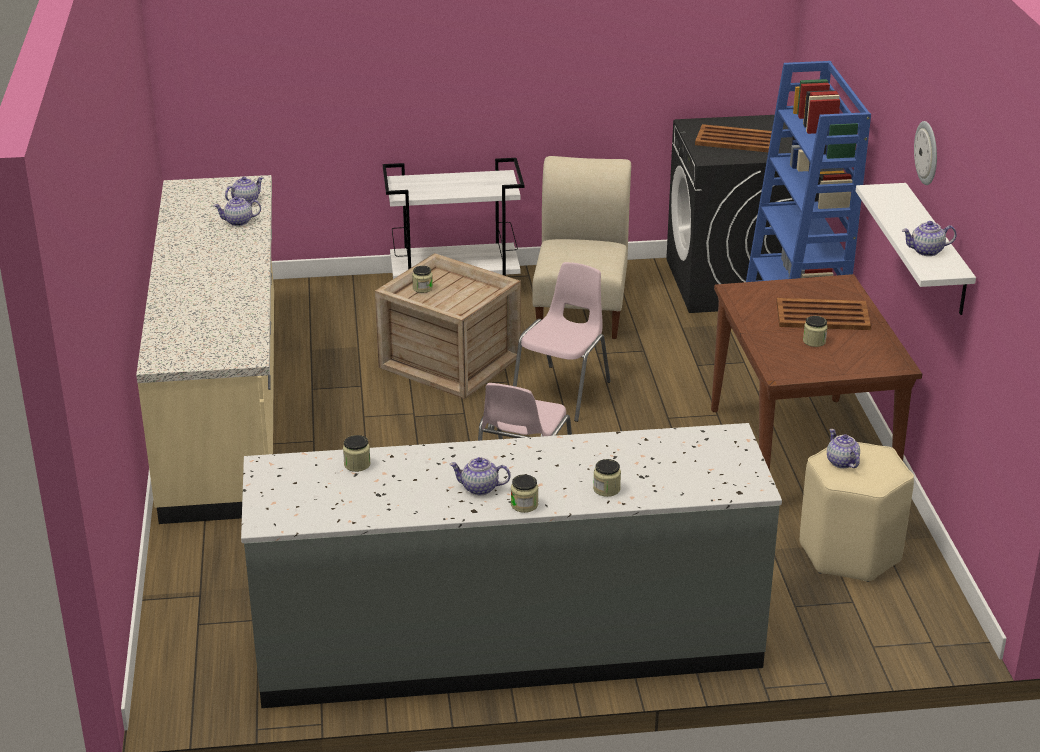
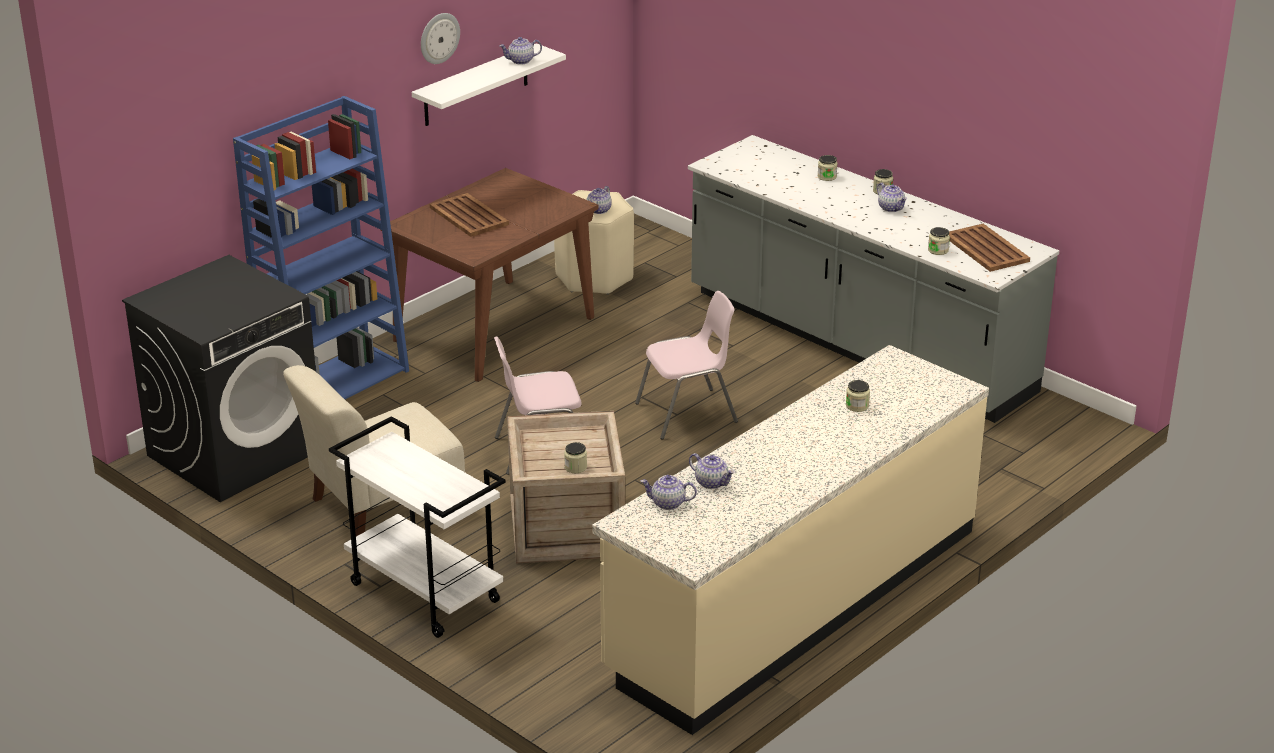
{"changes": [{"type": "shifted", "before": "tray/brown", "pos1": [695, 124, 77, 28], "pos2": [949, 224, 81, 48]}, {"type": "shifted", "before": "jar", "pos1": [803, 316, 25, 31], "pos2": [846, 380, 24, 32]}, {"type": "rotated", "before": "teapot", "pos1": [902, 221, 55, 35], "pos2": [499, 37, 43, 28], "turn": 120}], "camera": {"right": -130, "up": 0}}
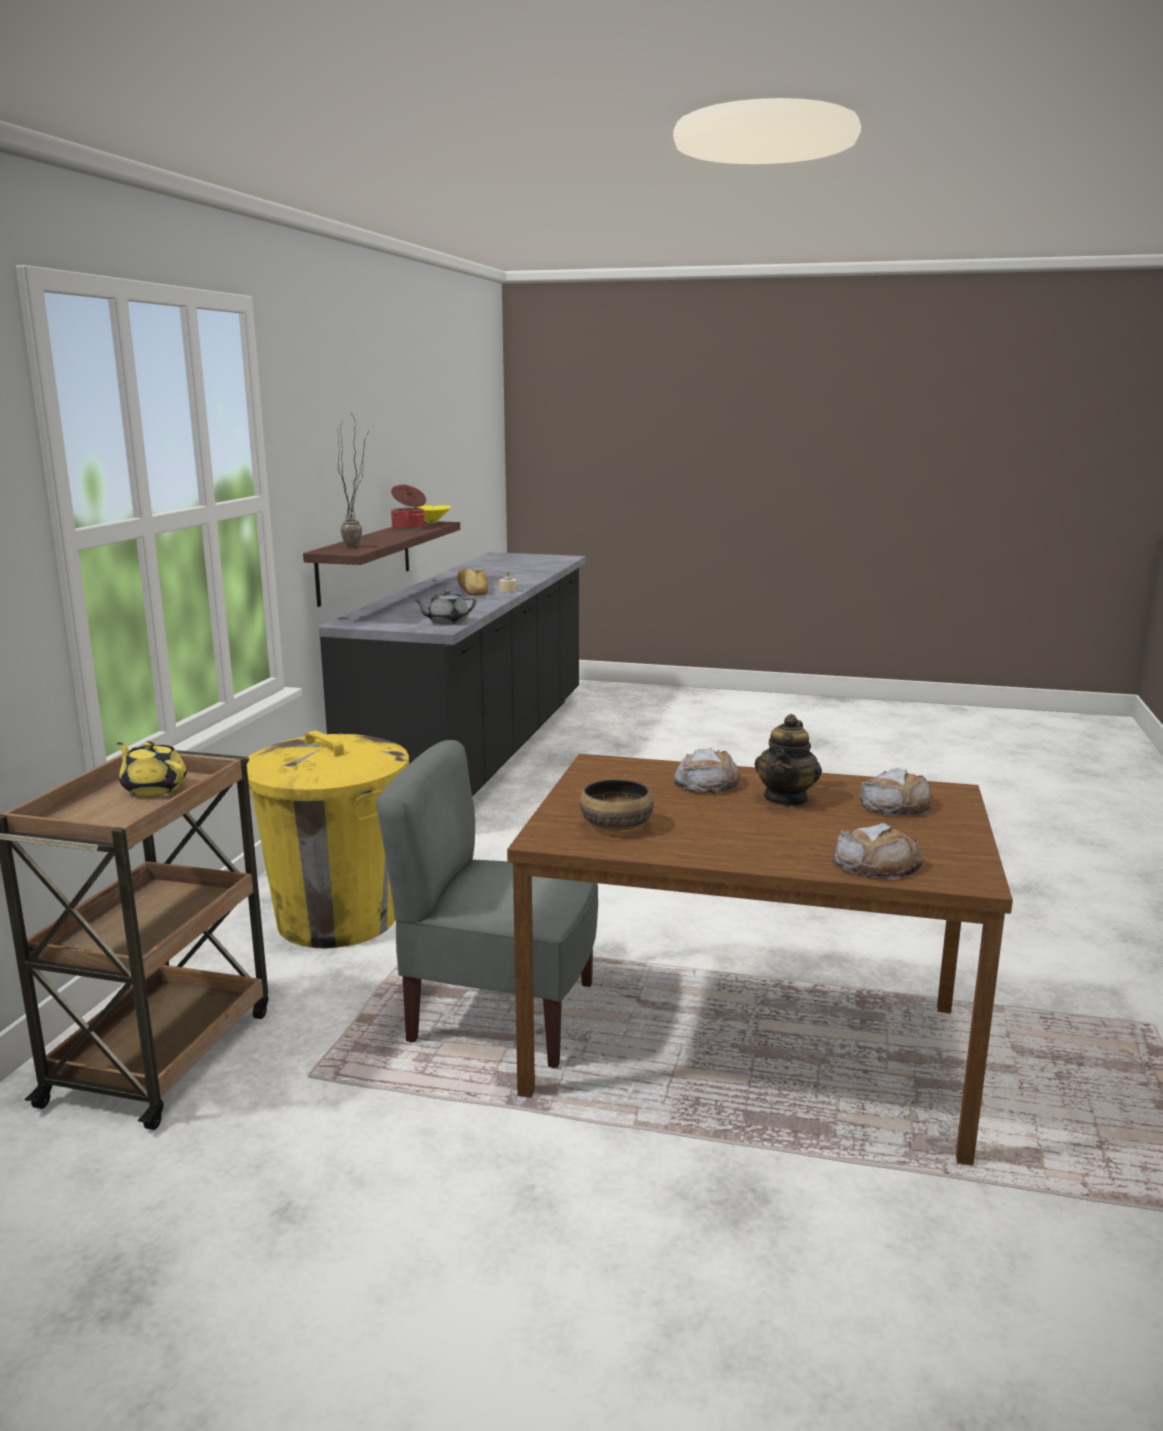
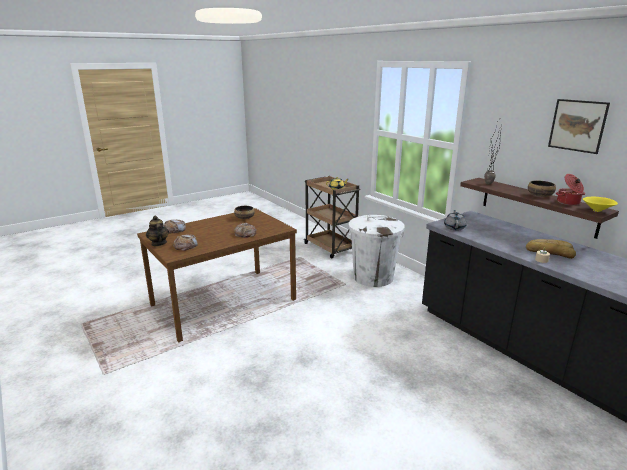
{"changes": [{"type": "gone", "before": "chair/grey", "pos1": [376, 740, 222, 328]}, {"type": "new", "after": "bowl", "pos2": [528, 180, 28, 17]}, {"type": "new", "after": "picture", "pos2": [548, 99, 62, 55]}, {"type": "shifted", "before": "teapot", "pos1": [755, 714, 67, 93], "pos2": [146, 216, 23, 30]}, {"type": "repainted", "before": "trash can/yellow", "after": "trash can/white", "pos1": [247, 731, 162, 217], "pos2": [348, 215, 57, 72]}], "camera": {"right": 130, "up": 5}}
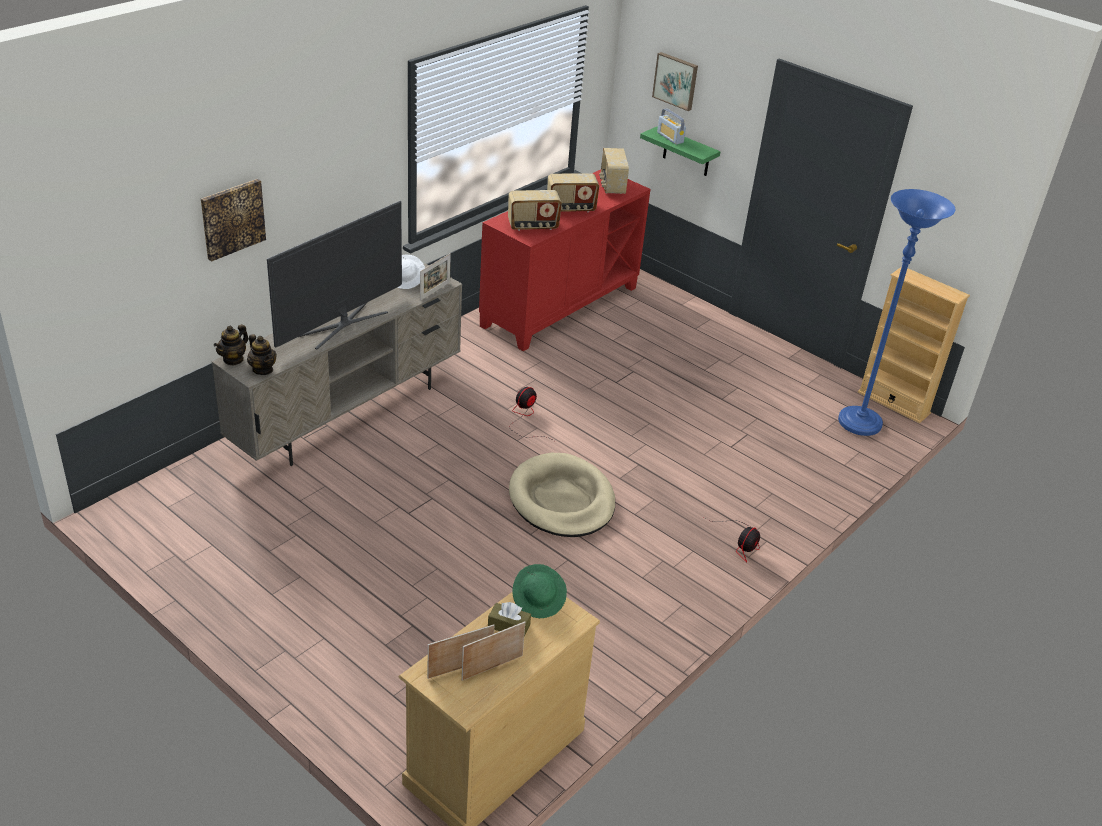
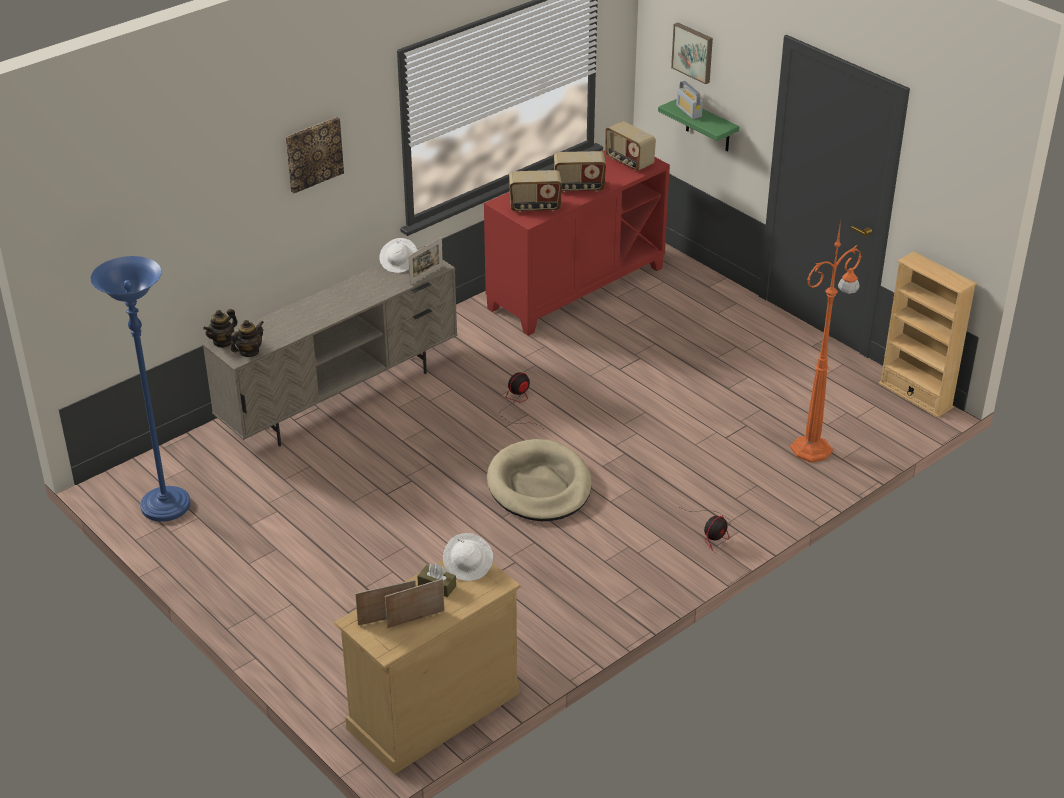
{"changes": [{"type": "gone", "before": "television", "pos1": [267, 201, 135, 148]}, {"type": "new", "after": "floor lamp/orange", "pos2": [790, 221, 71, 242]}, {"type": "shifted", "before": "picture", "pos1": [201, 179, 65, 82], "pos2": [285, 117, 59, 76]}, {"type": "shifted", "before": "floor lamp/blue", "pos1": [838, 189, 117, 247], "pos2": [90, 256, 101, 266]}, {"type": "repainted", "before": "hat/green", "after": "hat/white", "pos1": [512, 564, 55, 54], "pos2": [443, 533, 50, 48]}, {"type": "rotated", "before": "teapot", "pos1": [247, 334, 30, 41], "pos2": [231, 320, 33, 37], "turn": -105}, {"type": "rotated", "before": "radio", "pos1": [599, 148, 30, 46], "pos2": [605, 121, 51, 50], "turn": -45}], "camera": {"right": 10, "up": 0}}
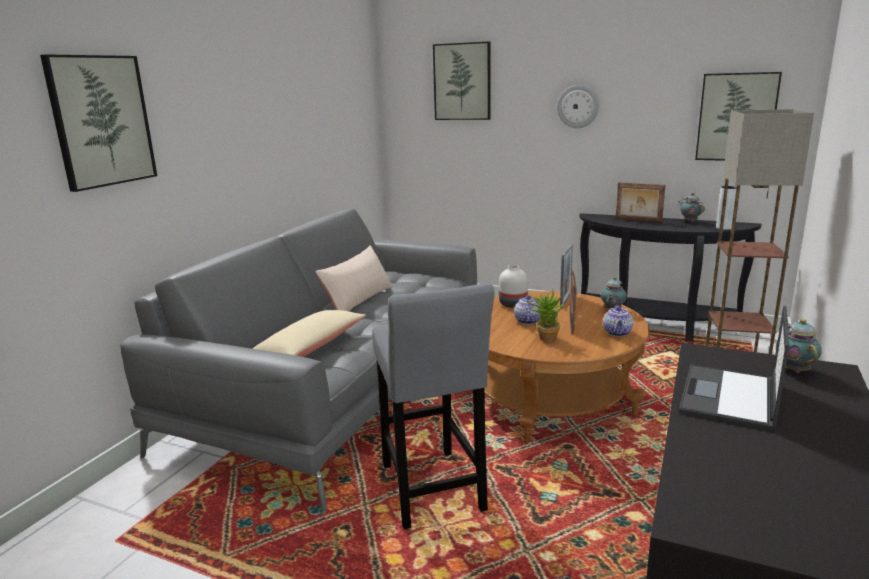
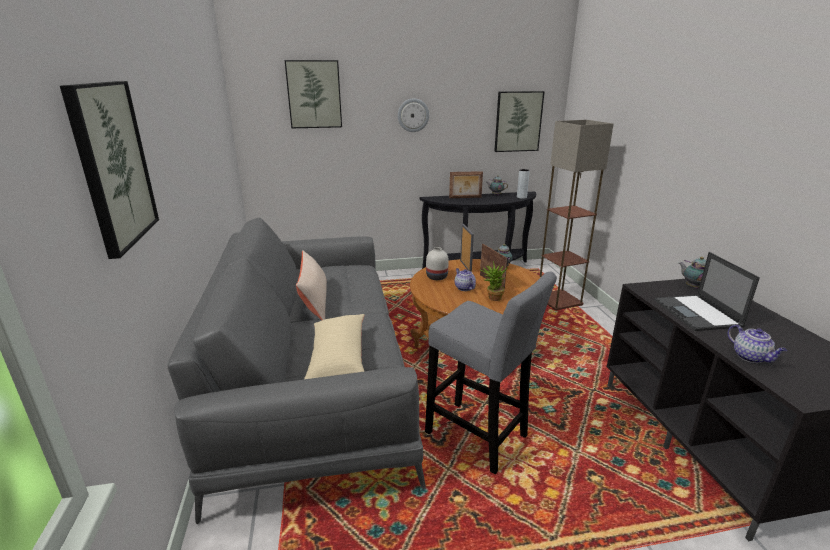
{"changes": [{"type": "shifted", "before": "teapot", "pos1": [603, 305, 30, 32], "pos2": [728, 324, 59, 39]}], "camera": {"right": -35, "up": 5}}
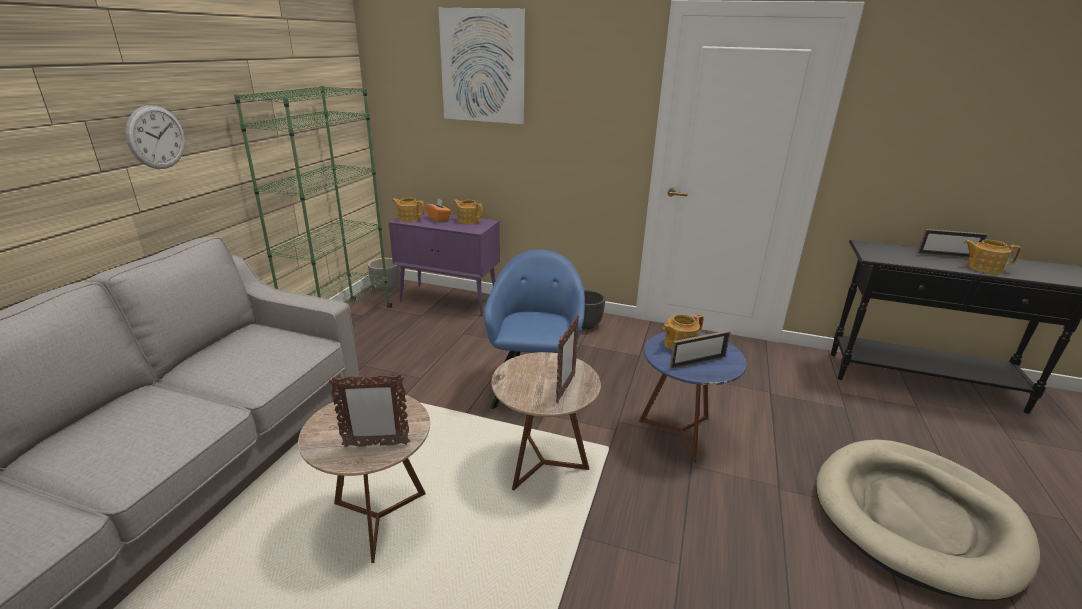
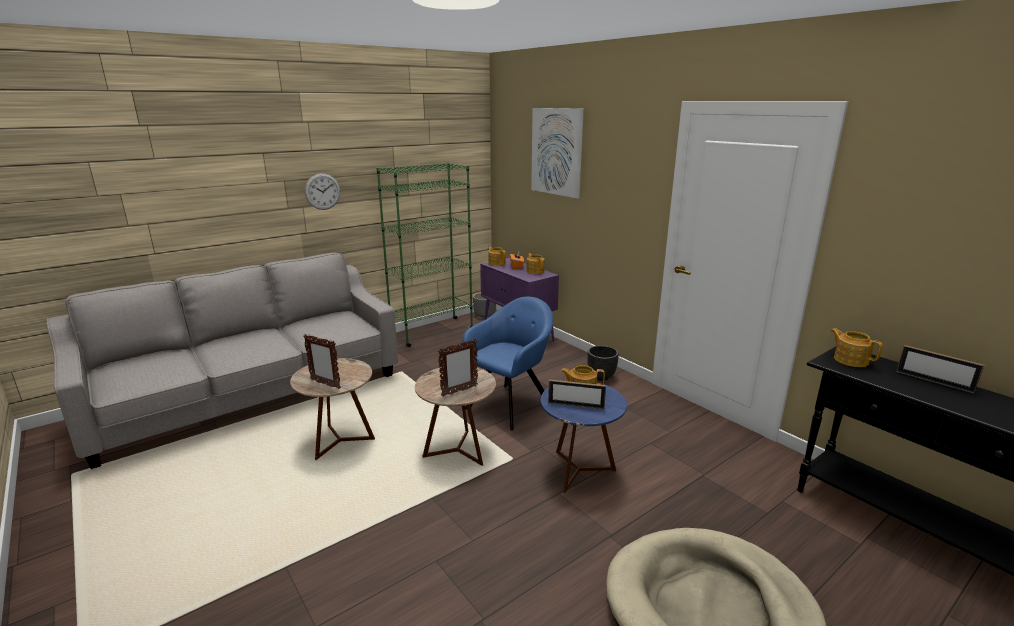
{"changes": [{"type": "shifted", "before": "teapot", "pos1": [964, 240, 57, 34], "pos2": [831, 328, 51, 39]}], "camera": {"right": 35, "up": -5}}
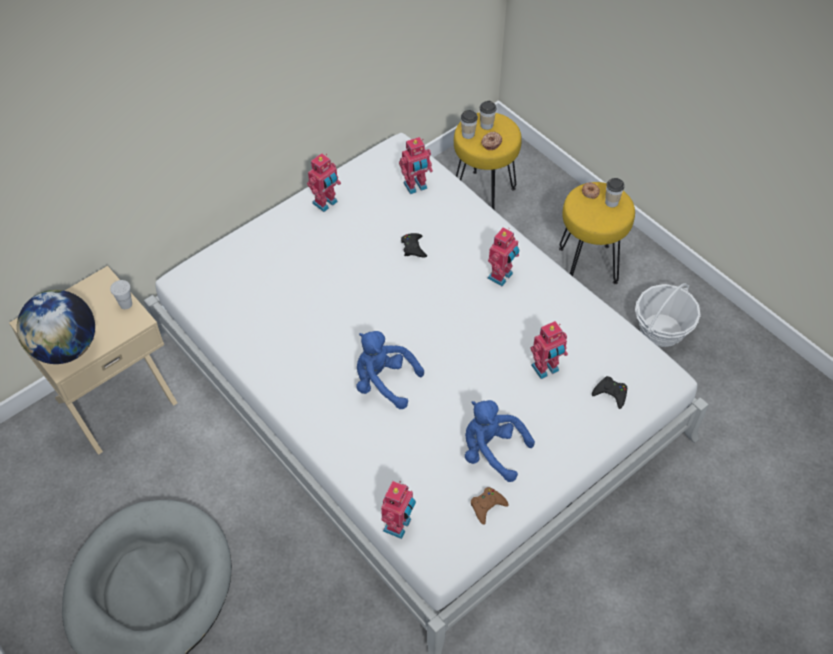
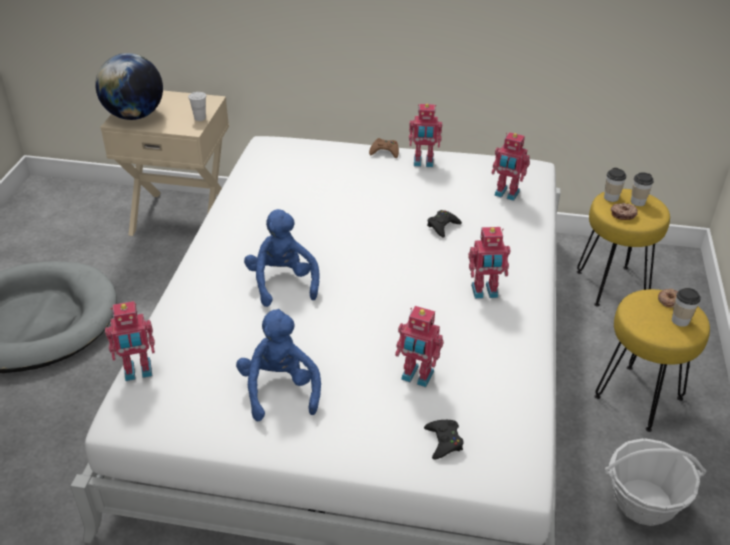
{"changes": [{"type": "shifted", "before": "game controller/brown", "pos1": [471, 487, 37, 38], "pos2": [369, 138, 30, 20]}], "camera": {"right": 50, "up": -15}}
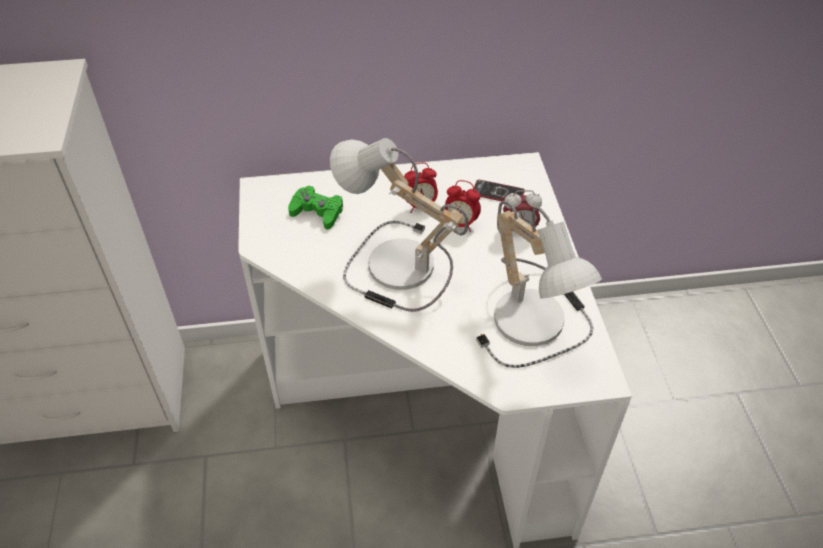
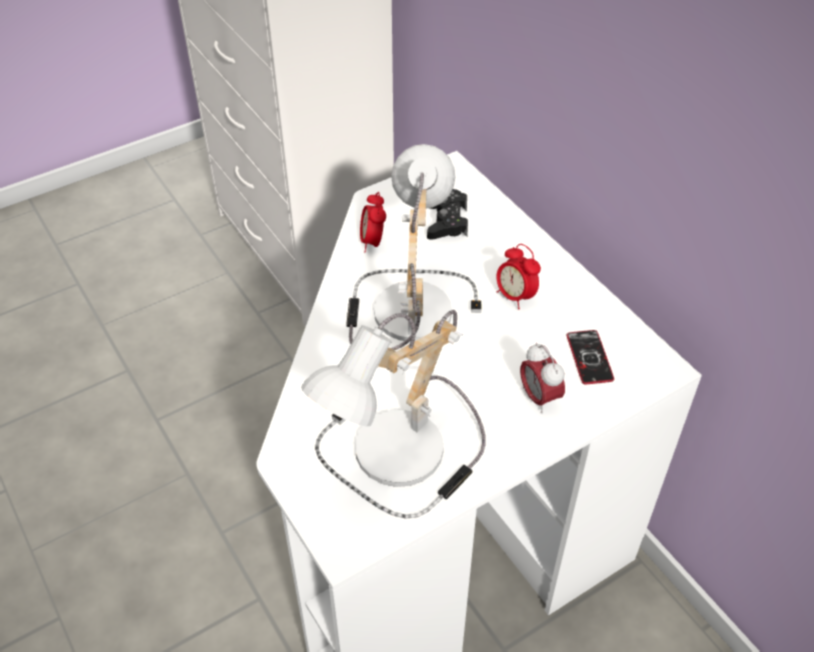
{"changes": [{"type": "shifted", "before": "alarm clock", "pos1": [445, 180, 36, 52], "pos2": [360, 192, 26, 61]}, {"type": "repainted", "before": "game controller/green", "after": "game controller/black", "pos1": [288, 186, 55, 44], "pos2": [427, 189, 41, 51]}], "camera": {"right": 65, "up": 0}}
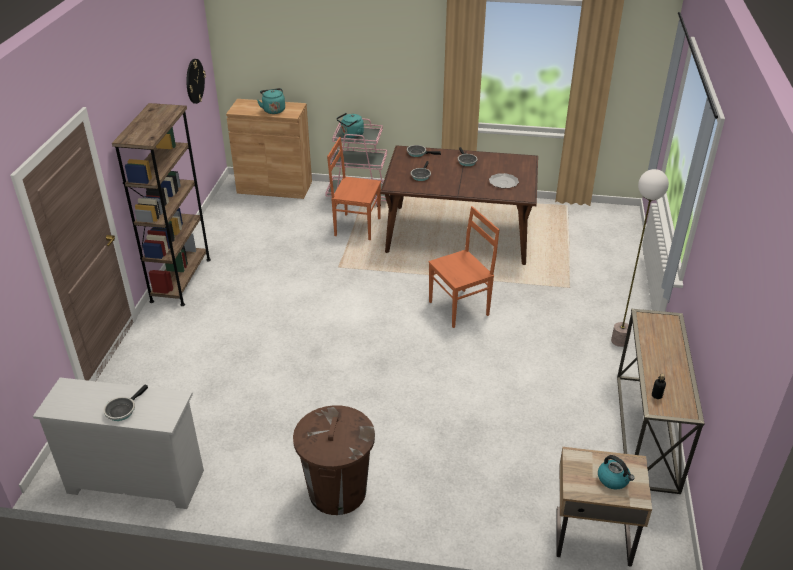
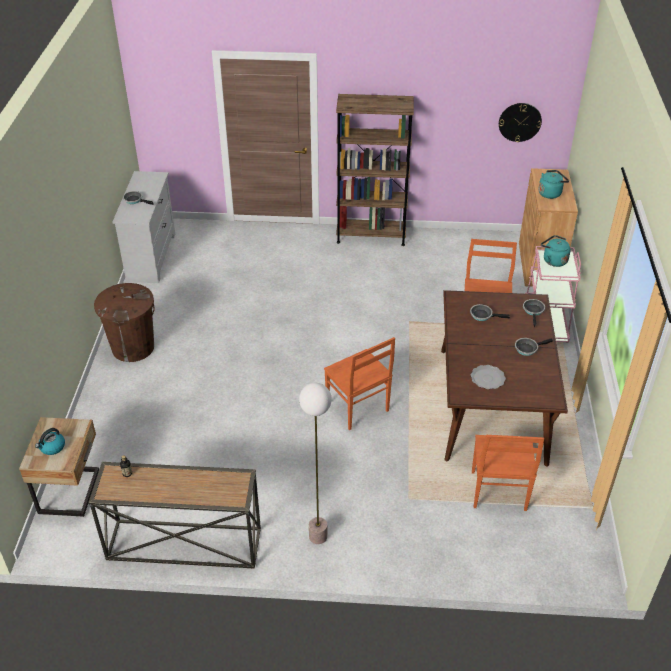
{"changes": [{"type": "new", "after": "chair/orange", "pos2": [472, 435, 72, 76]}], "camera": {"right": 85, "up": 5}}
